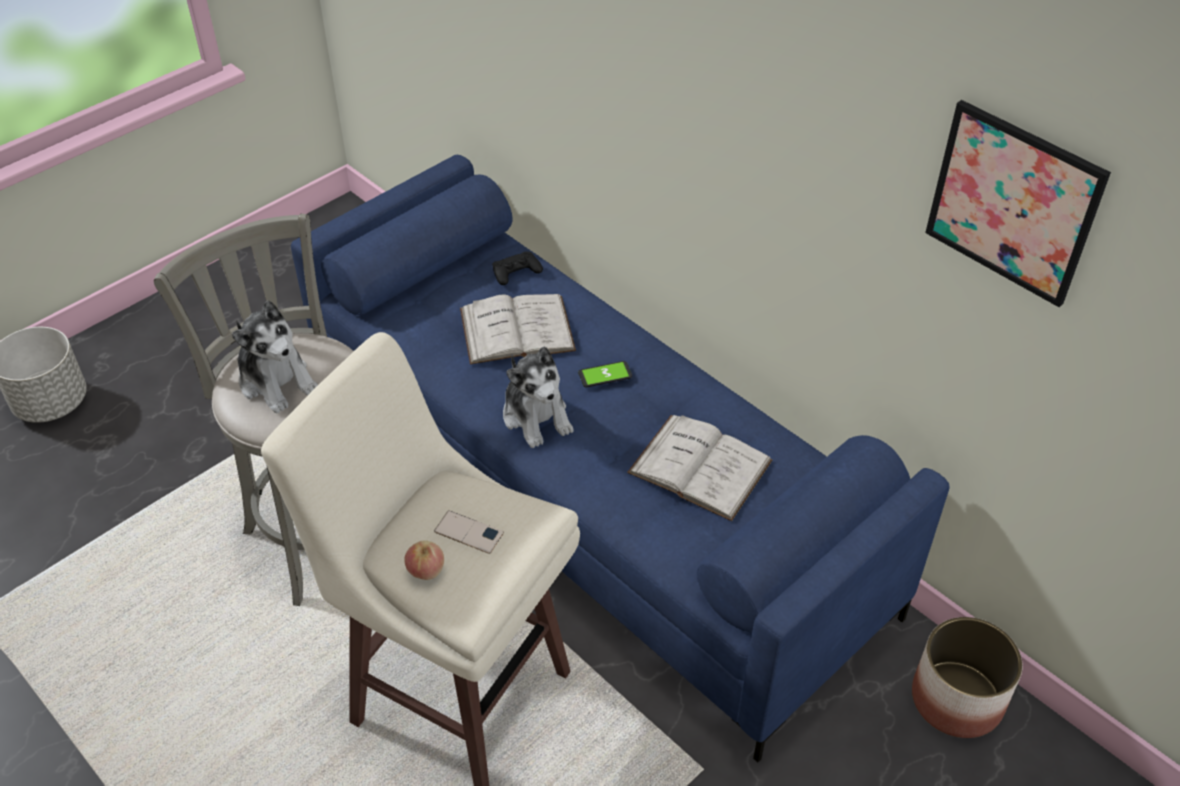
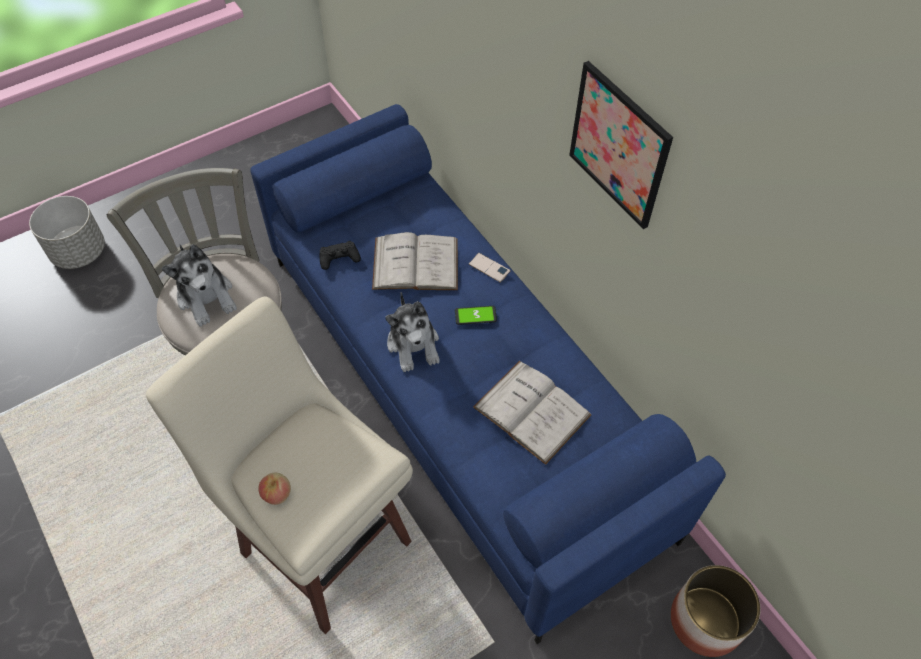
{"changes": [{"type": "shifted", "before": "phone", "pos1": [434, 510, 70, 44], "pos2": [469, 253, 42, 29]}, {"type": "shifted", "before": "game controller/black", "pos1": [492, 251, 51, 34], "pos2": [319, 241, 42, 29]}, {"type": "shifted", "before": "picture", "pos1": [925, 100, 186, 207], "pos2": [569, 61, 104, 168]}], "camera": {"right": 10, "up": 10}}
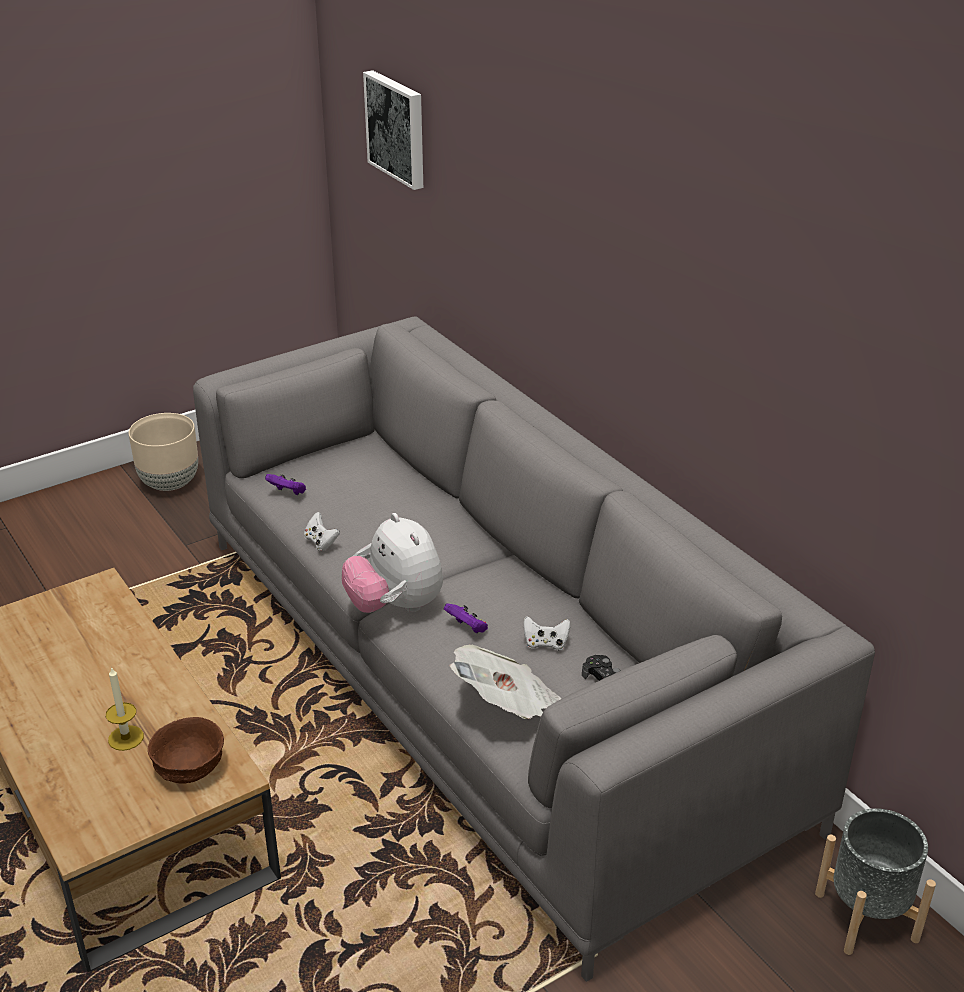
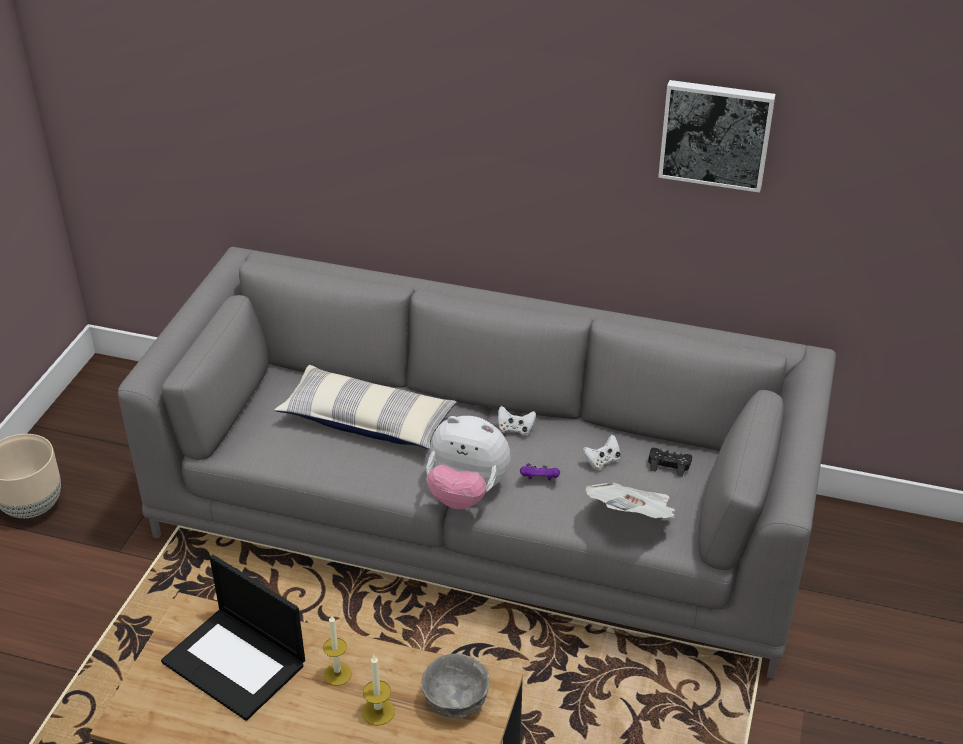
{"changes": [{"type": "gone", "before": "game controller/purple", "pos1": [265, 474, 41, 21]}, {"type": "gone", "before": "planter/grey", "pos1": [815, 808, 121, 147]}, {"type": "new", "after": "laptop", "pos2": [161, 555, 144, 166]}, {"type": "new", "after": "pillow", "pos2": [274, 365, 182, 84]}, {"type": "new", "after": "candle", "pos2": [323, 615, 29, 71]}, {"type": "shifted", "before": "game controller/white", "pos1": [304, 512, 36, 39], "pos2": [498, 406, 38, 30]}, {"type": "shifted", "before": "picture", "pos1": [363, 70, 60, 120], "pos2": [658, 80, 118, 113]}, {"type": "repainted", "before": "bowl/brown", "after": "bowl/grey", "pos1": [148, 717, 76, 67], "pos2": [421, 654, 69, 64]}], "camera": {"right": -40, "up": 5}}
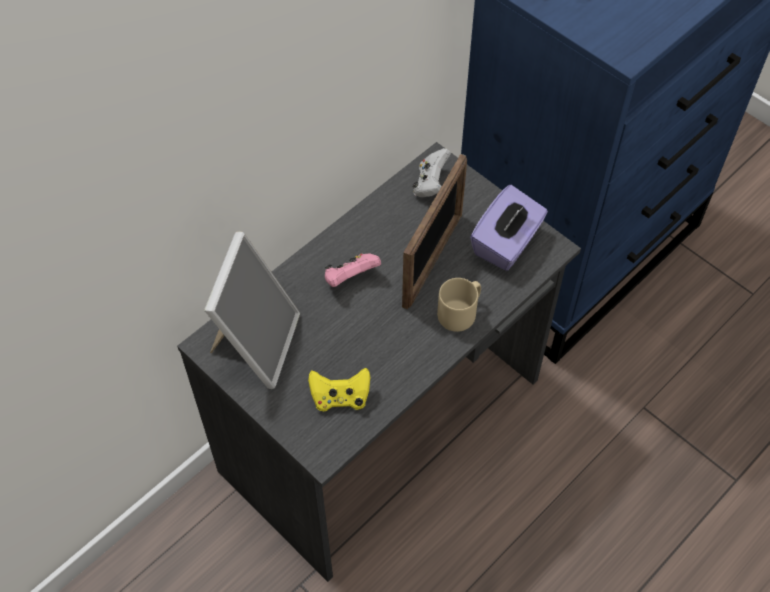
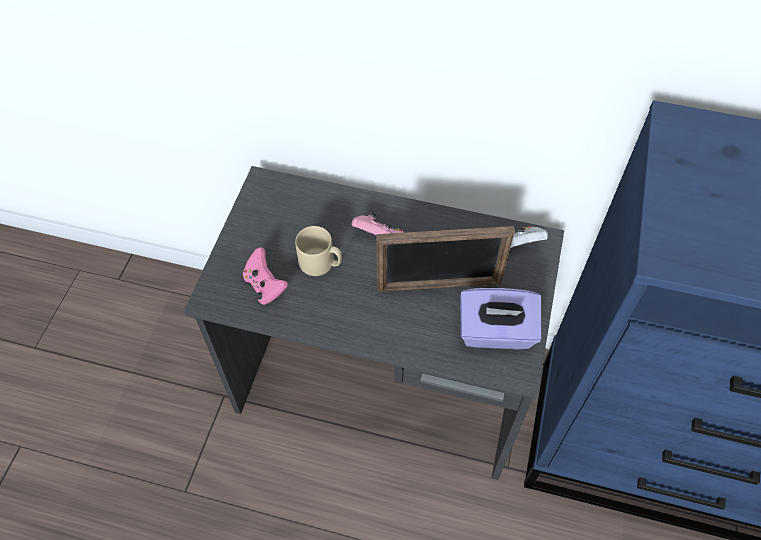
{"changes": [{"type": "gone", "before": "picture frame", "pos1": [204, 231, 96, 158]}, {"type": "shifted", "before": "mug/beige", "pos1": [437, 278, 44, 54], "pos2": [295, 226, 47, 50]}, {"type": "repainted", "before": "game controller/yellow", "after": "game controller/pink", "pos1": [308, 368, 63, 43], "pos2": [243, 247, 45, 58]}], "camera": {"right": 60, "up": 0}}
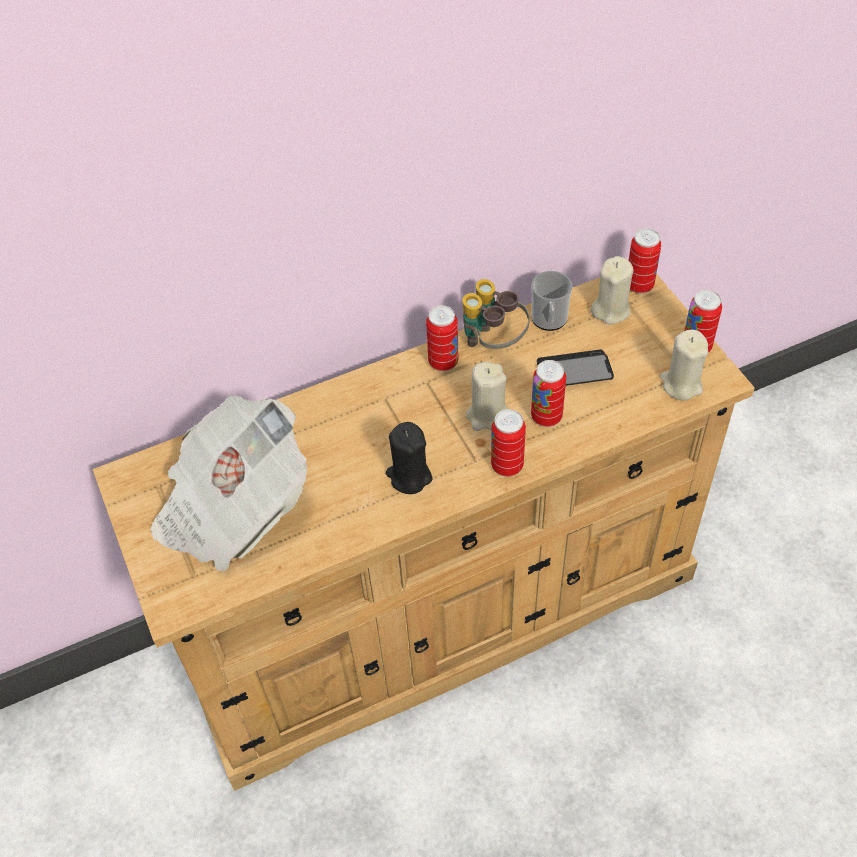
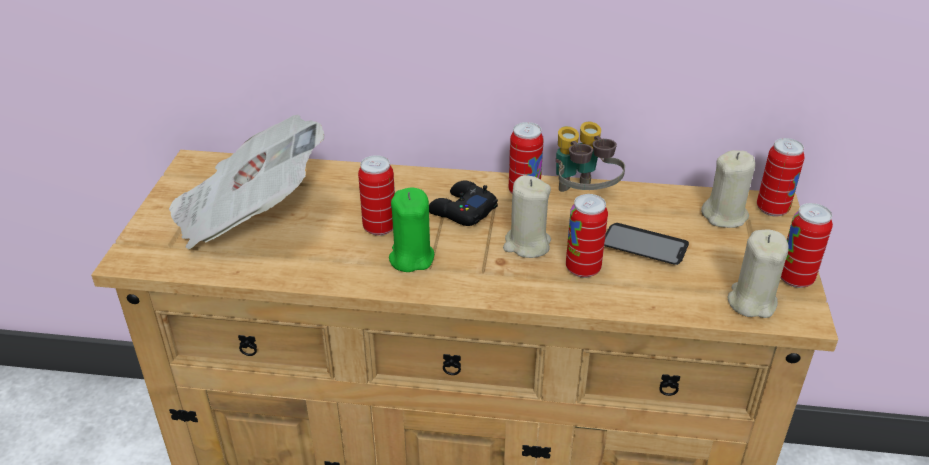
{"changes": [{"type": "gone", "before": "mug", "pos1": [531, 271, 42, 60]}, {"type": "new", "after": "game controller/black", "pos2": [429, 180, 69, 46]}, {"type": "shifted", "before": "can", "pos1": [491, 409, 35, 68], "pos2": [358, 155, 37, 81]}, {"type": "repainted", "before": "candle/black", "after": "candle/green", "pos1": [386, 422, 46, 72], "pos2": [389, 188, 45, 84]}], "camera": {"right": 30, "up": -15}}
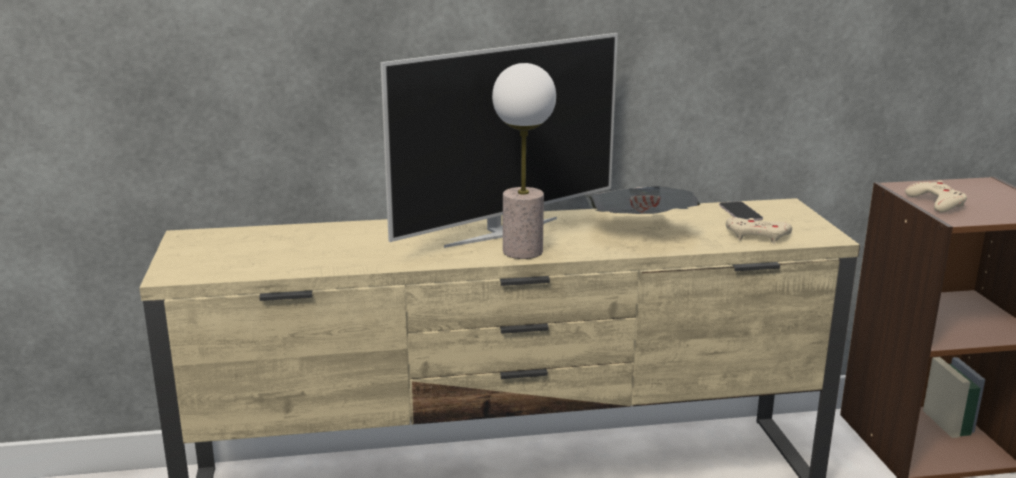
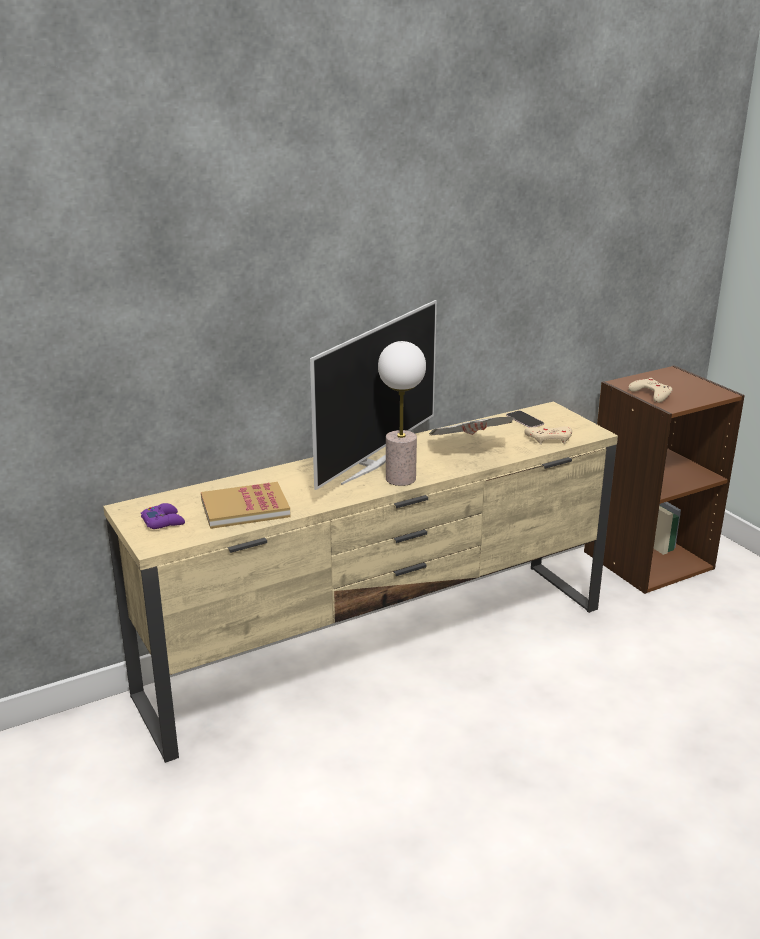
{"changes": [{"type": "new", "after": "game controller/purple", "pos2": [141, 503, 44, 26]}, {"type": "new", "after": "book", "pos2": [201, 482, 90, 47]}], "camera": {"right": -20, "up": 5}}
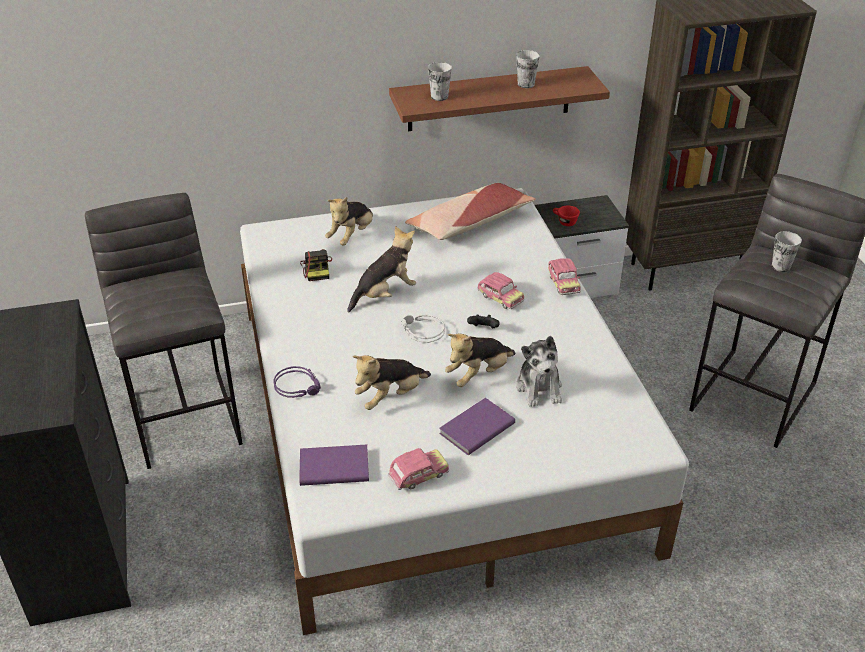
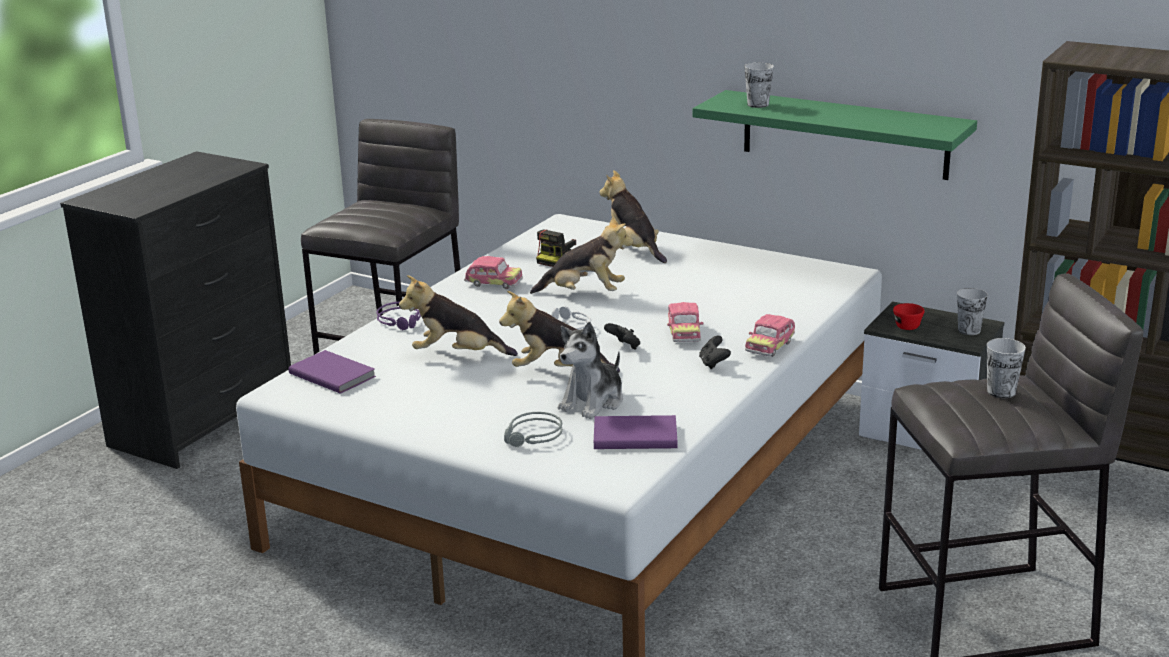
{"changes": [{"type": "gone", "before": "pillow", "pos1": [405, 183, 131, 57]}, {"type": "new", "after": "headphones/grey", "pos2": [504, 412, 59, 35]}, {"type": "new", "after": "game controller/black", "pos2": [699, 335, 32, 34]}, {"type": "shifted", "before": "toy car", "pos1": [388, 448, 61, 42], "pos2": [464, 256, 59, 33]}, {"type": "shifted", "before": "book/purple", "pos1": [439, 398, 76, 57], "pos2": [594, 415, 83, 34]}, {"type": "shifted", "before": "cup", "pos1": [516, 50, 24, 38], "pos2": [957, 288, 31, 47]}, {"type": "repainted", "before": "shelf/brown", "after": "shelf/green", "pos1": [389, 66, 221, 65], "pos2": [693, 90, 284, 90]}, {"type": "rotated", "before": "plush toy", "pos1": [325, 197, 48, 48], "pos2": [599, 170, 68, 93], "turn": 75}], "camera": {"right": 45, "up": -15}}
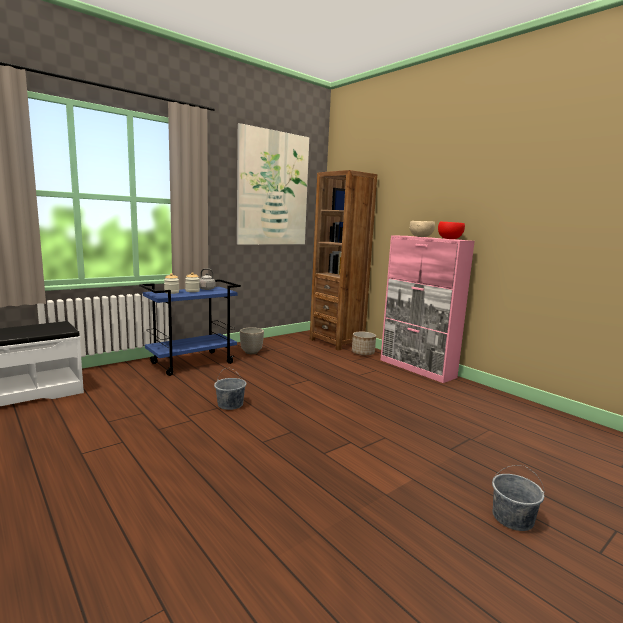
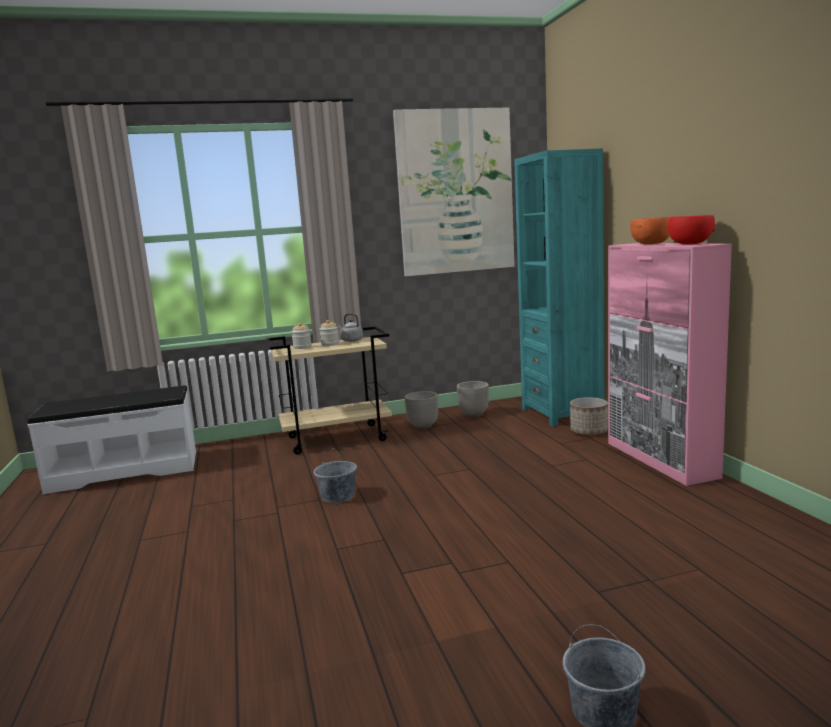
{"changes": [{"type": "new", "after": "planter", "pos2": [457, 381, 32, 36]}, {"type": "repainted", "before": "cart/blue", "after": "cart/beige", "pos1": [139, 279, 102, 97], "pos2": [267, 326, 125, 129]}, {"type": "repainted", "before": "bookcase/brown", "after": "bookcase/turquoise", "pos1": [310, 170, 67, 181], "pos2": [514, 148, 90, 279]}, {"type": "repainted", "before": "bowl/beige", "after": "bowl/orange", "pos1": [409, 221, 26, 16], "pos2": [630, 216, 41, 29]}], "camera": {"right": 25, "up": 0}}
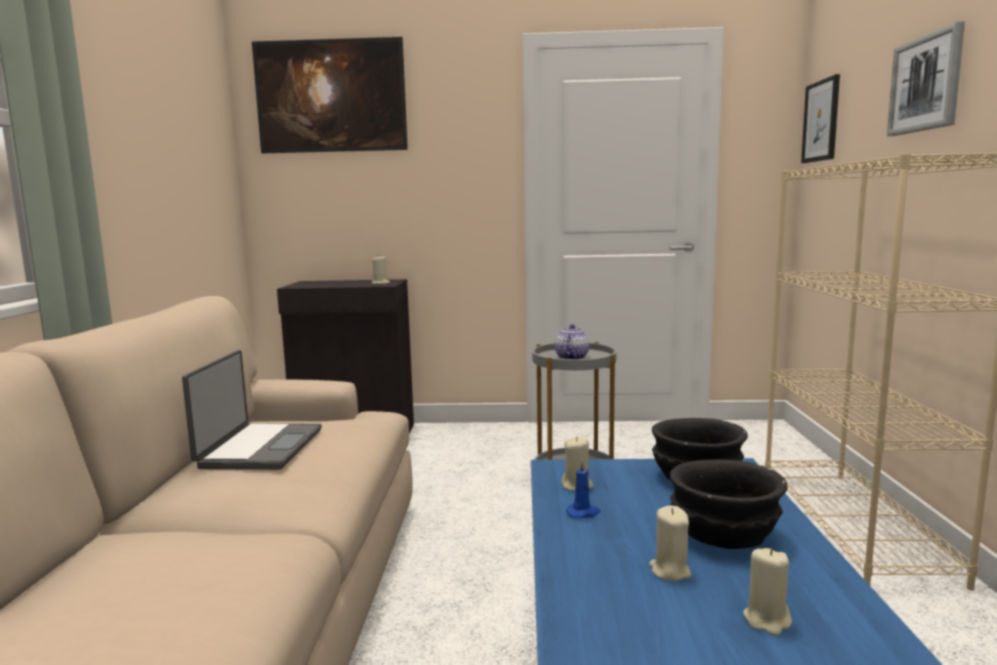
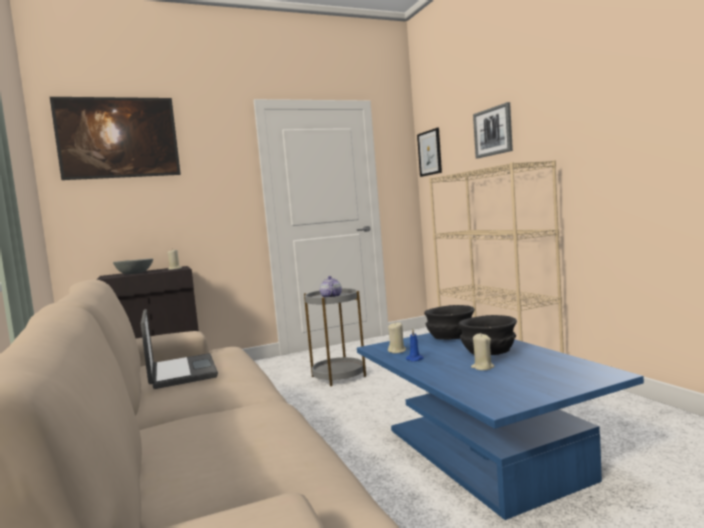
{"changes": [{"type": "gone", "before": "candle/beige", "pos1": [743, 548, 49, 88]}, {"type": "new", "after": "bowl/grey", "pos2": [113, 259, 40, 15]}], "camera": {"right": -25, "up": -5}}
